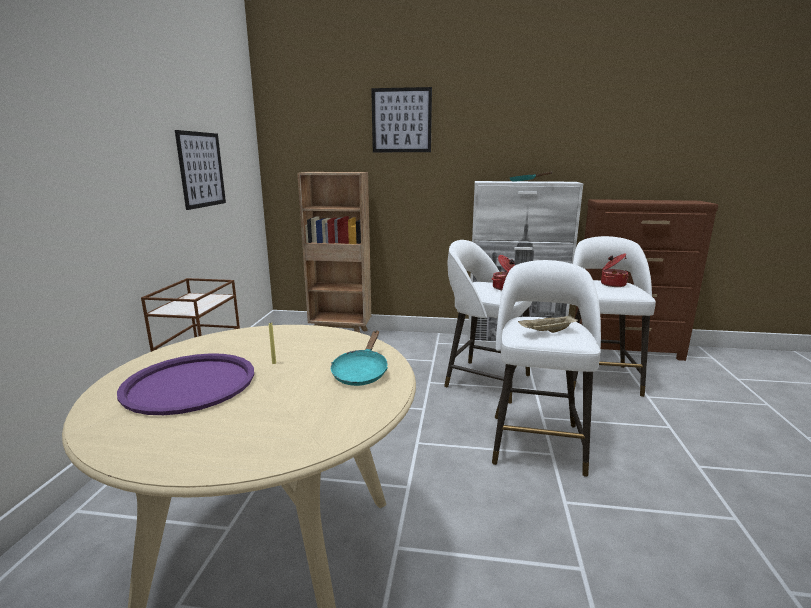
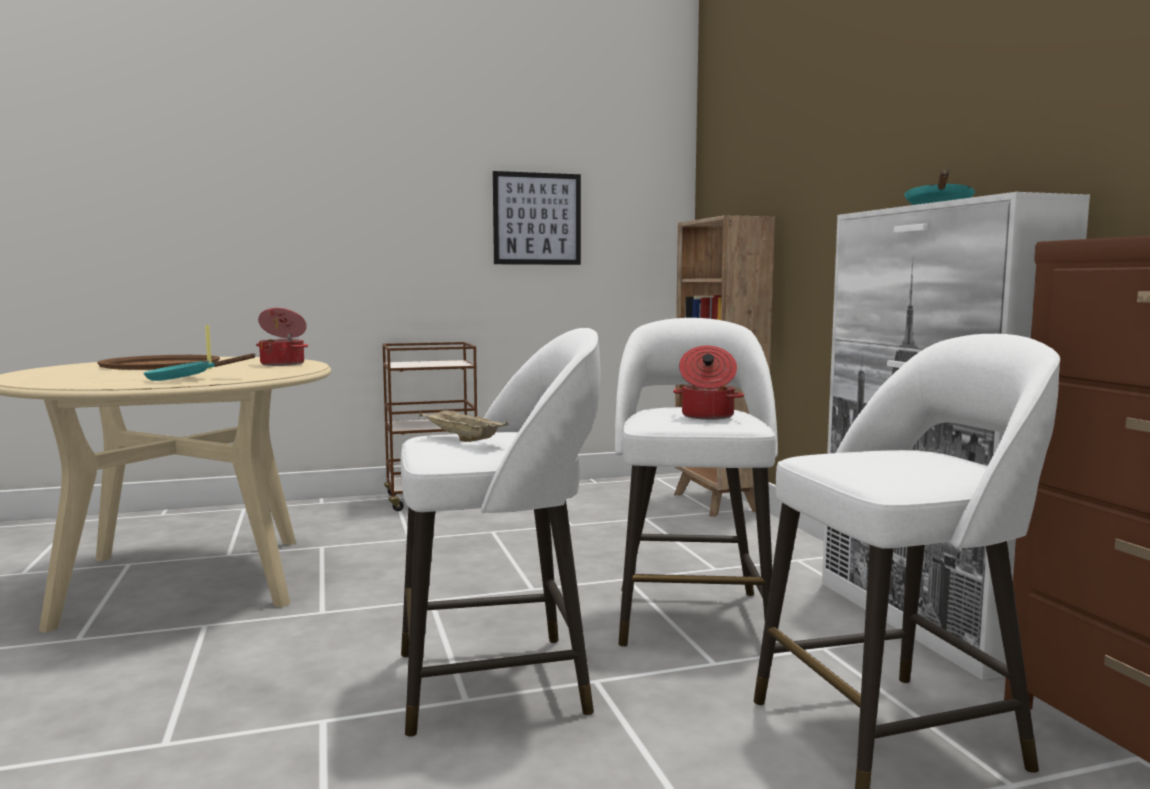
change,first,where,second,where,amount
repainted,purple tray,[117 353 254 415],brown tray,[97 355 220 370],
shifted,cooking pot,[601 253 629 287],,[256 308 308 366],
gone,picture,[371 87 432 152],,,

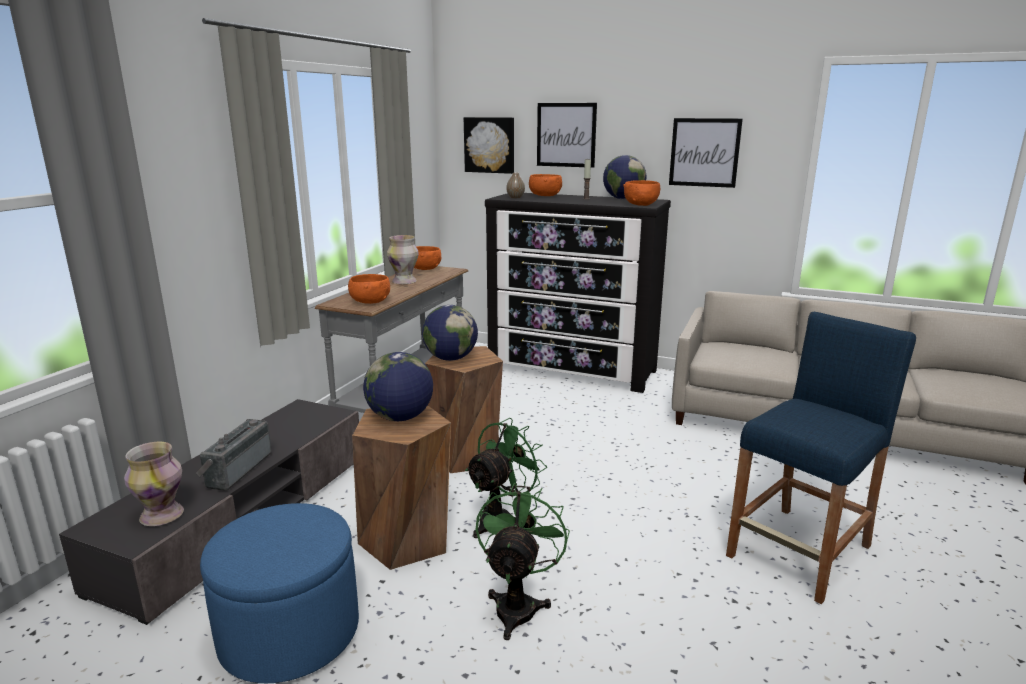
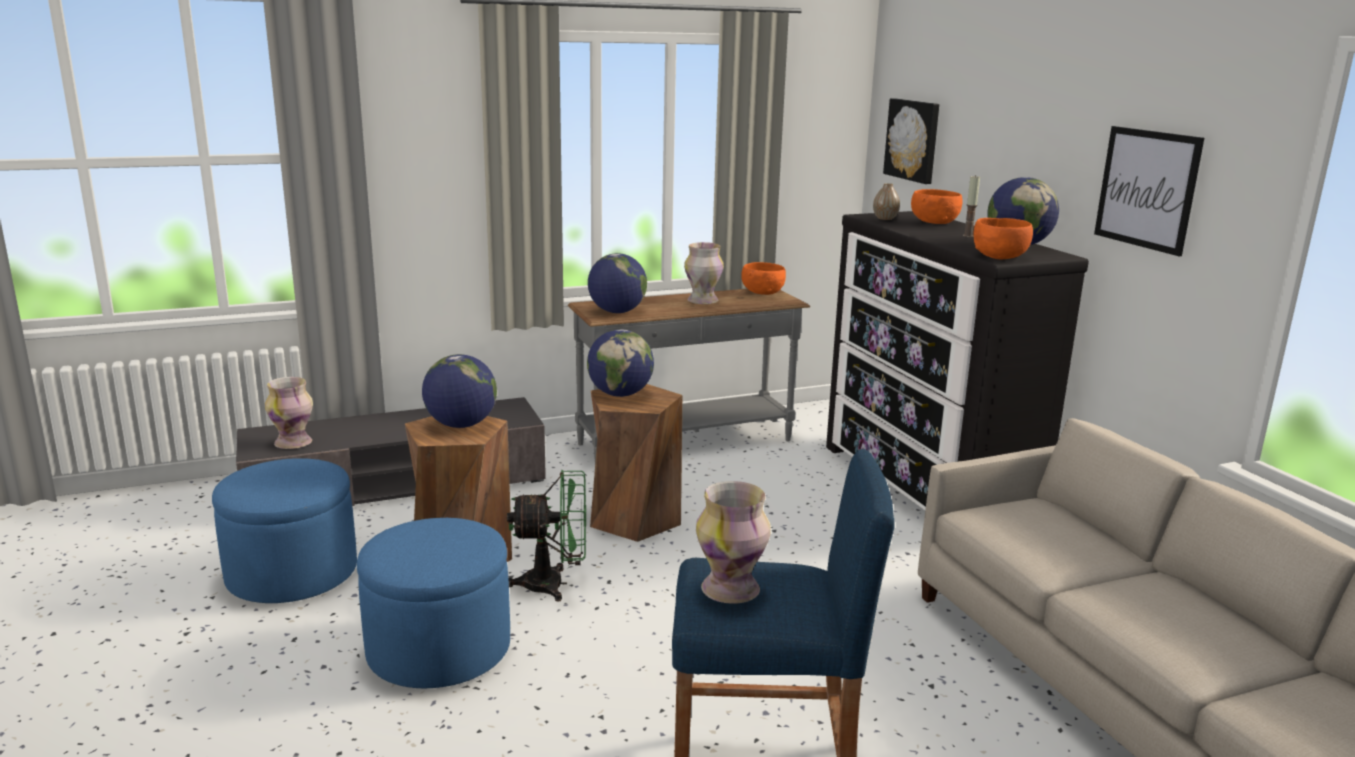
change,first,where,second,where,amount
swapped,green-coloured cooling fan,[476 482 570 640],blue pouffe,[357 518 510 688],
swapped,orangey bowl,[348 274 390 304],globe,[588 253 647 313],
new,,,flower vase,[696 481 771 604],
gone,radio,[196 419 272 491],,,
gone,picture,[537 103 597 168],,,

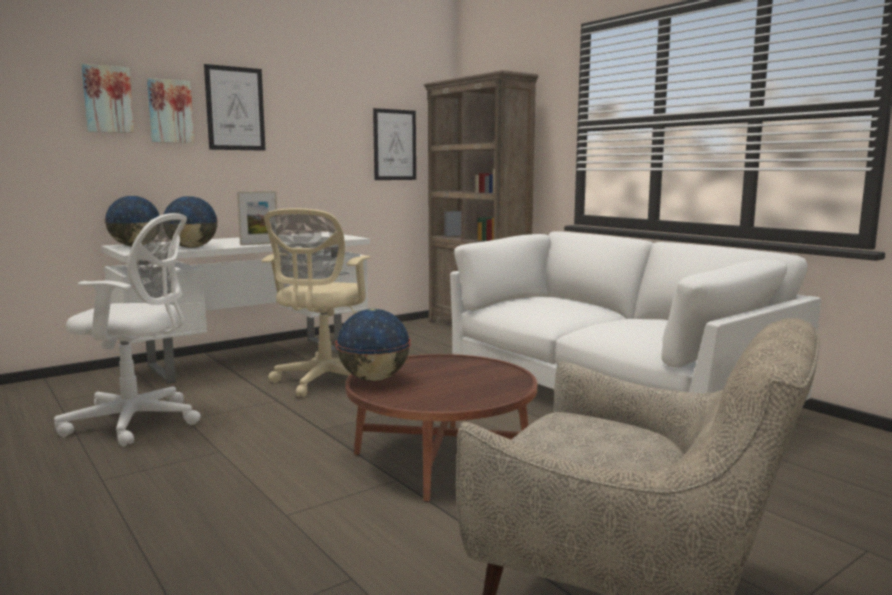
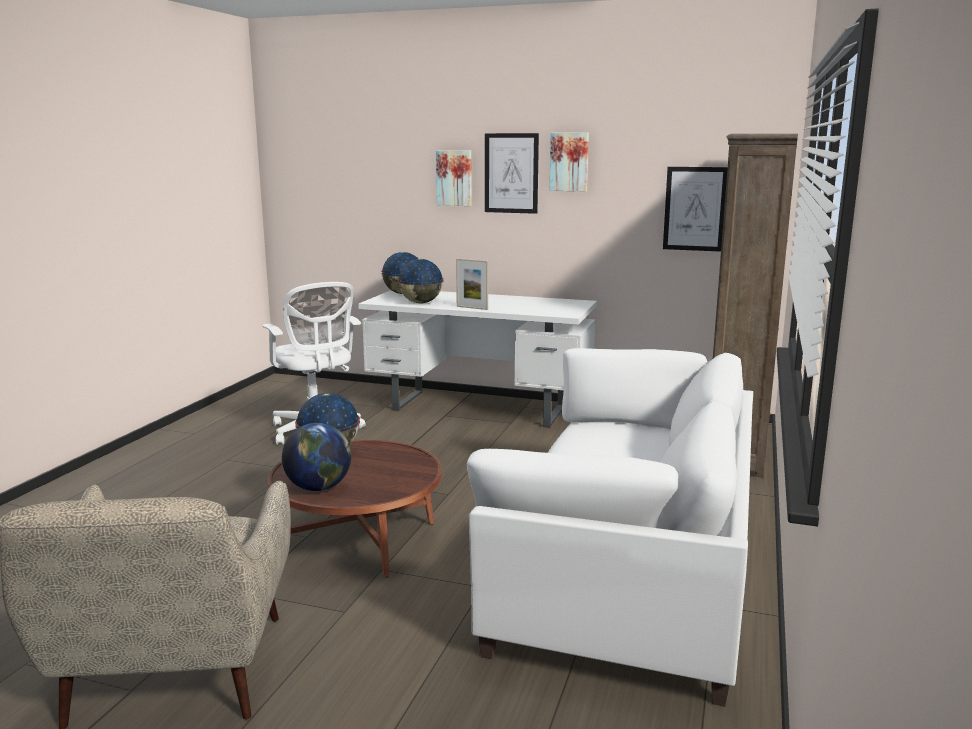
change,first,where,second,where,amount
new,,,globe,[282 423 351 491],
shifted,picture,[81 64 135 133],,[550 133 589 192],
gone,beige-coloured computer chair,[261 208 370 397],,,

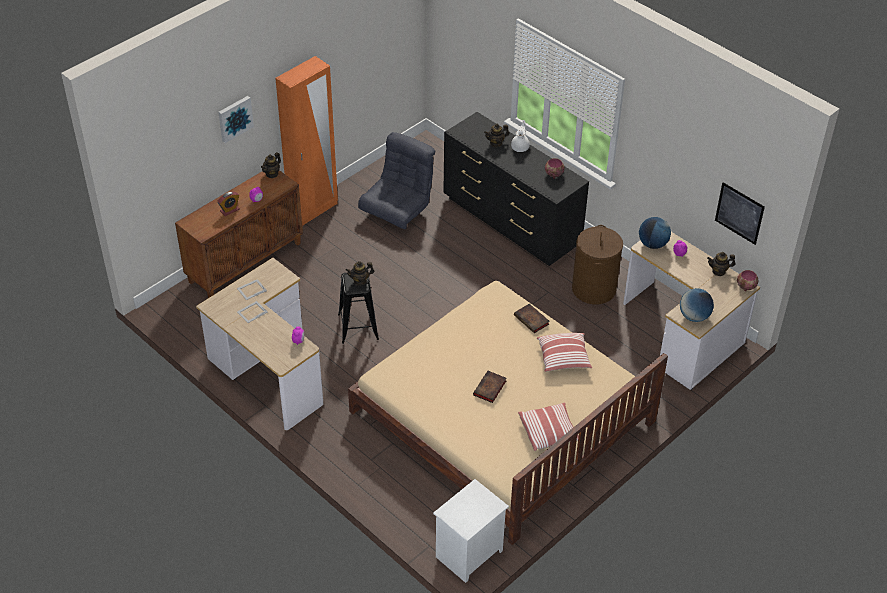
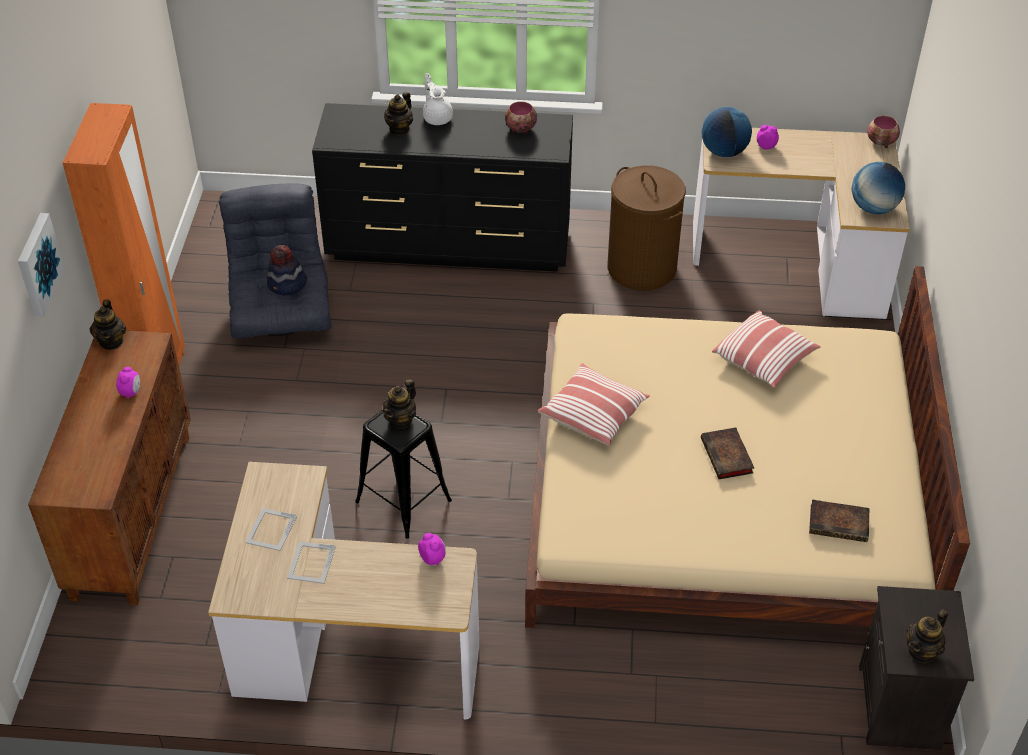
change,first,where,second,where,amount
new,,,wearable hat,[267 245 307 296],
shifted,throw pillow,[518 403 579 451],,[538 363 650 445],
shifted,volume,[514 303 550 333],,[809 500 869 542],
repainted,white-coloured bedside table,[433 479 509 583],black-coloured bedside table,[859 586 974 750],
shifted,pot for tea,[707 252 735 276],,[906 609 948 663],
gone,alarm clock,[217 192 240 216],,,
gone,picture,[715 182 765 245],,,

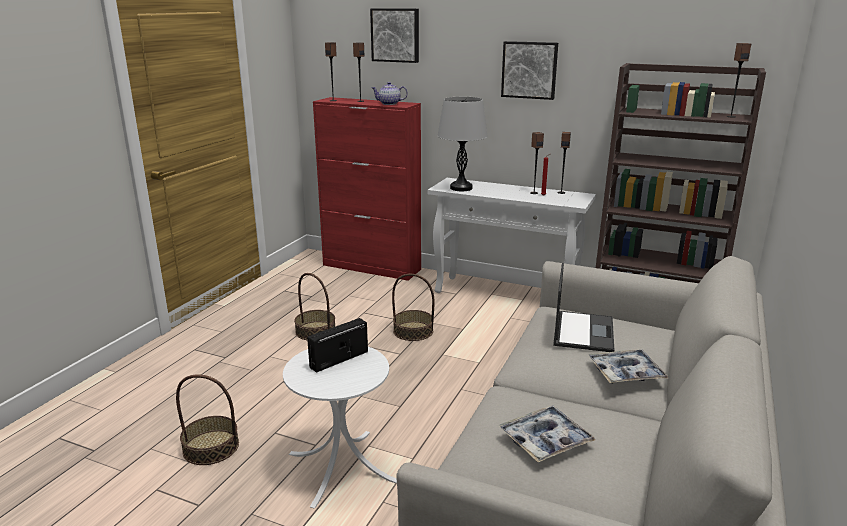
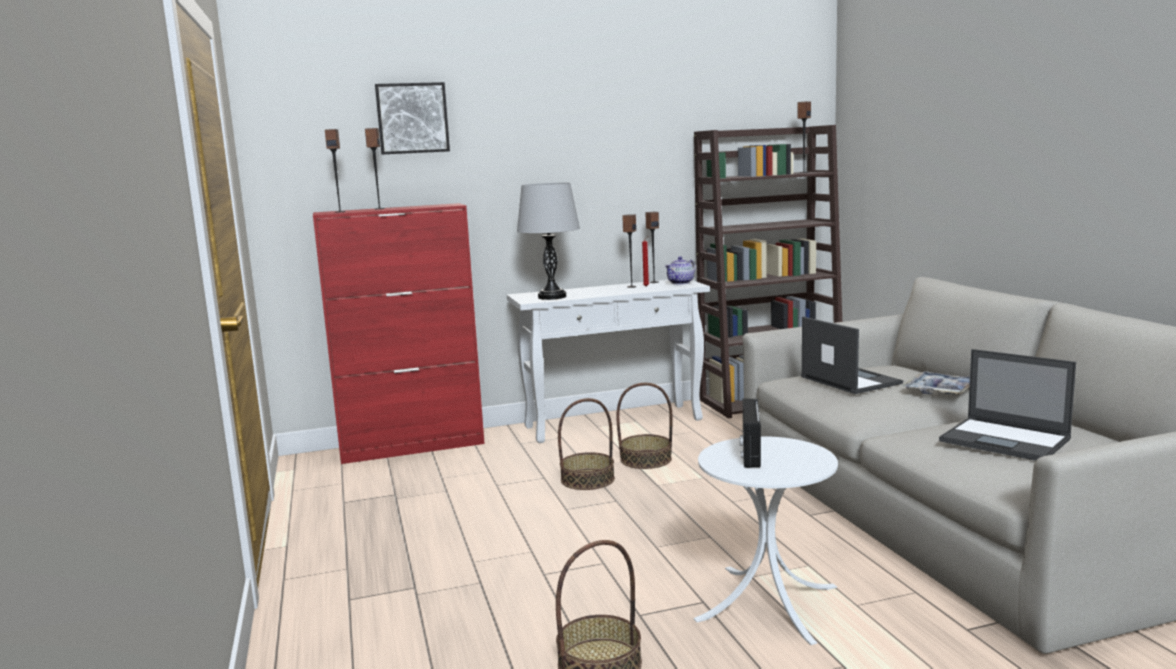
change,first,where,second,where,amount
shifted,storage basket,[294 273 335 340],,[616 383 672 469],
shifted,pot for tea,[371 82 408 105],,[665 256 695 284],
swapped,tray,[499 405 596 462],laptop,[939 349 1076 461],
gone,picture,[501 41 558 100],,,

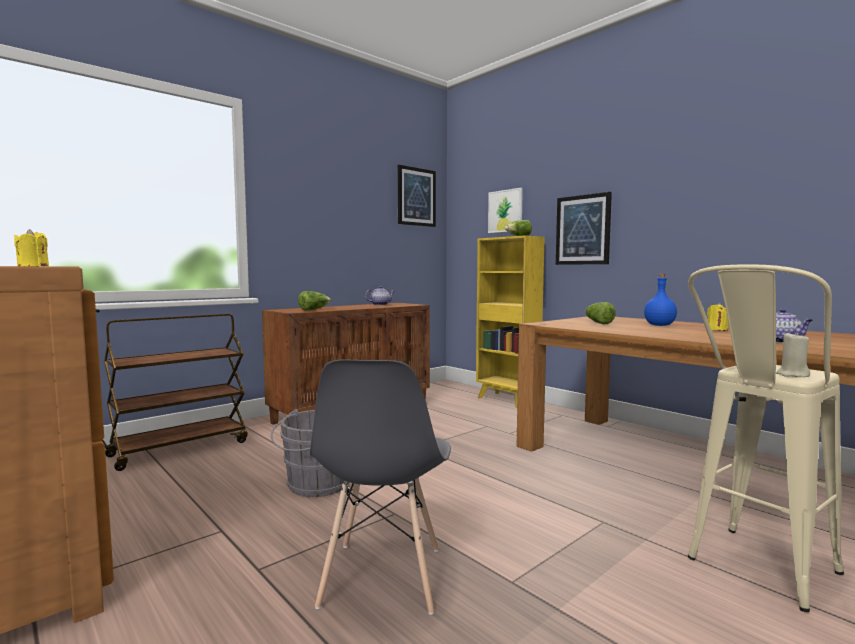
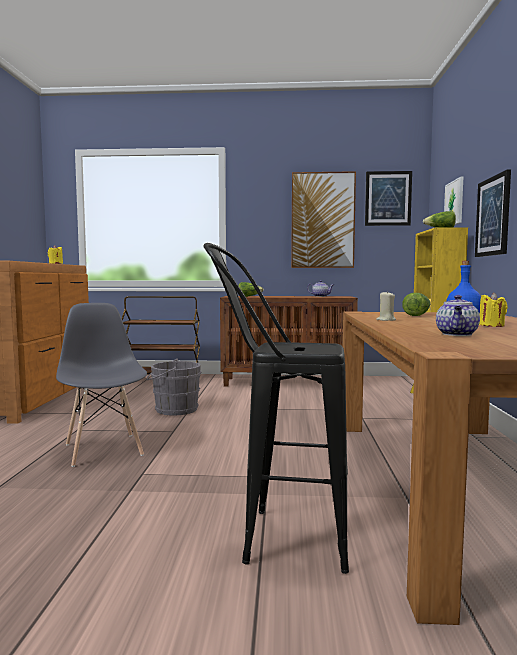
change,first,where,second,where,amount
rotated,grey upright chair,[310 360 451 615],,[56 303 147 467],105 degrees clockwise
repainted,beige-coloured sitting stool,[688 264 844 612],black-coloured sitting stool,[203 243 349 574],
new,,,picture,[291 171 356 268],
shifted,beige-coloured candle,[777 332 810 377],,[376 291 396 321],

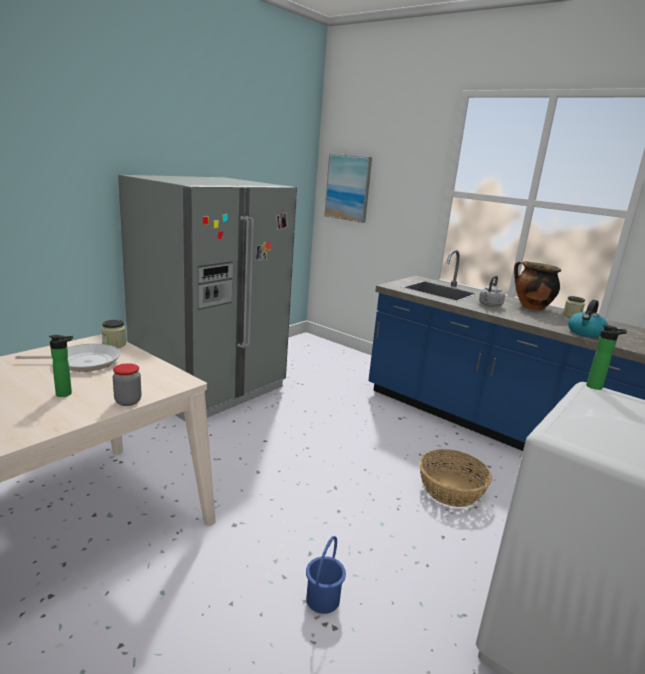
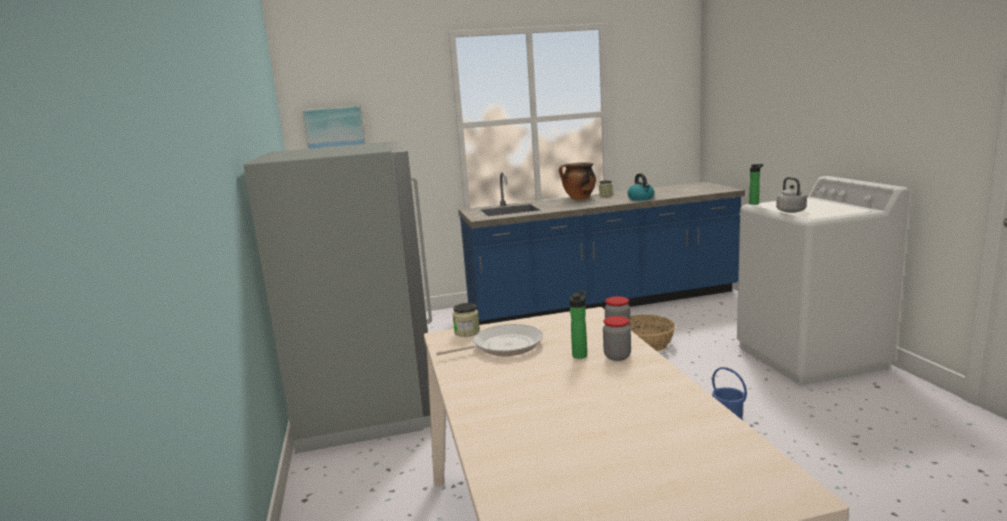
change,first,where,second,where,amount
rotated,frying pan,[15 344 121 372],,[436 324 543 356],45 degrees clockwise
new,,,jar,[603 316 631 361],
shifted,grey water kettle,[479 276 505 307],,[776 177 808 213],

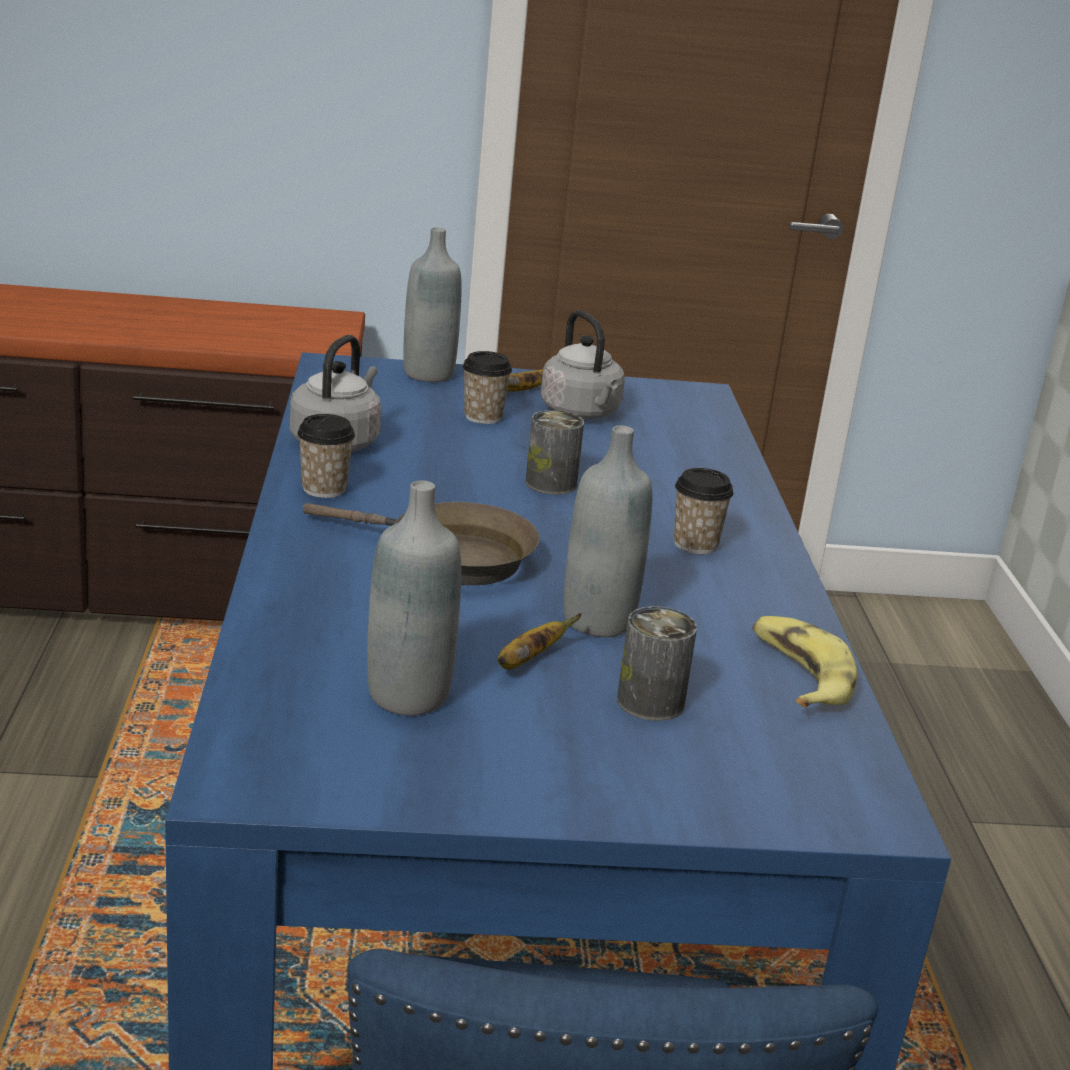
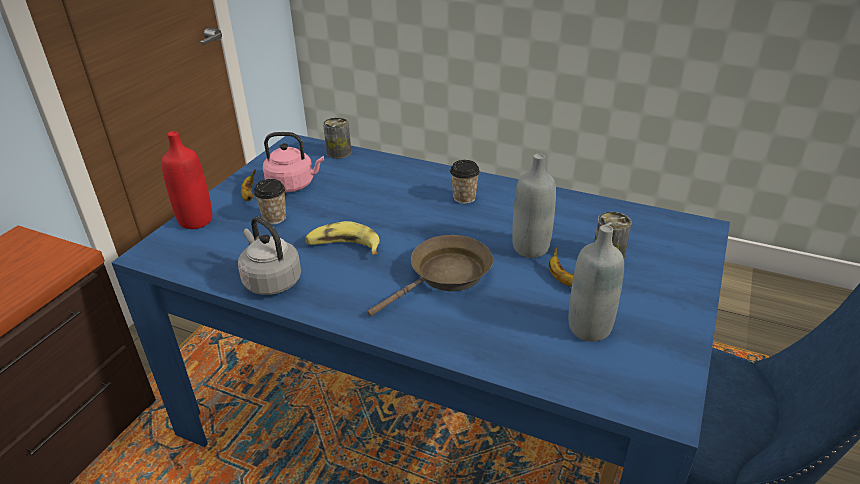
change,first,where,second,where,amount
repainted,grey drink bottle,[403 227 462 382],red drink bottle,[161 131 212 229],
repainted,grey water kettle,[541 310 625 419],pink water kettle,[263 132 324 192],
shifted,banana,[752 616 857 708],,[305 221 380 255],
shifted,can,[525 410 584 495],,[323 117 351 159],
gone,small cup,[297 414 355 498],,,

